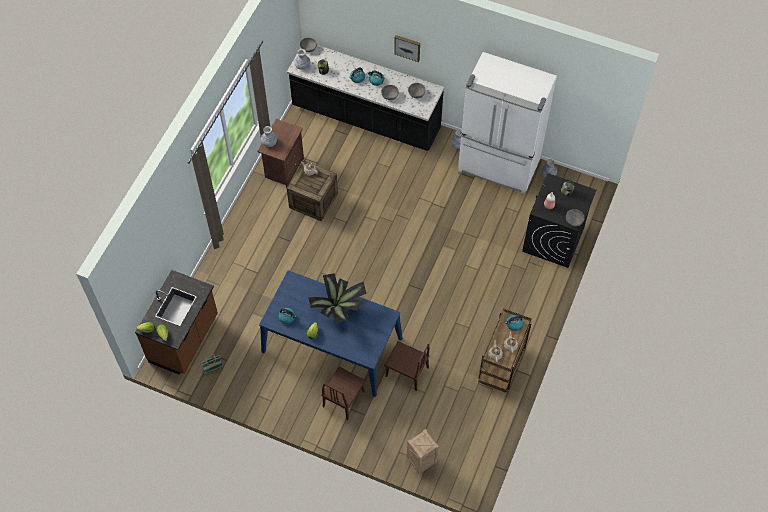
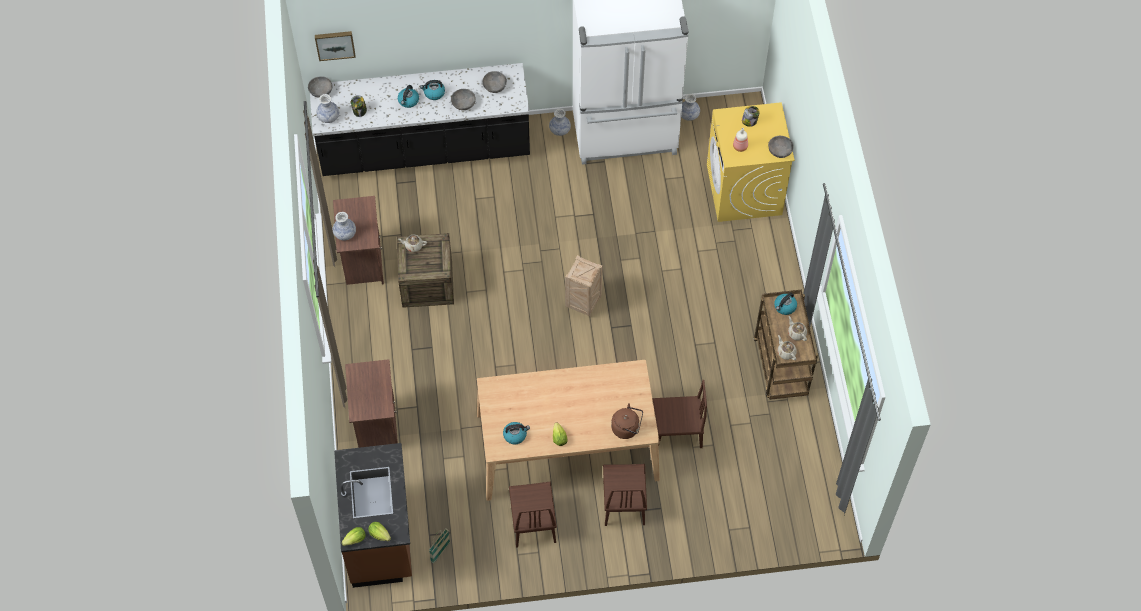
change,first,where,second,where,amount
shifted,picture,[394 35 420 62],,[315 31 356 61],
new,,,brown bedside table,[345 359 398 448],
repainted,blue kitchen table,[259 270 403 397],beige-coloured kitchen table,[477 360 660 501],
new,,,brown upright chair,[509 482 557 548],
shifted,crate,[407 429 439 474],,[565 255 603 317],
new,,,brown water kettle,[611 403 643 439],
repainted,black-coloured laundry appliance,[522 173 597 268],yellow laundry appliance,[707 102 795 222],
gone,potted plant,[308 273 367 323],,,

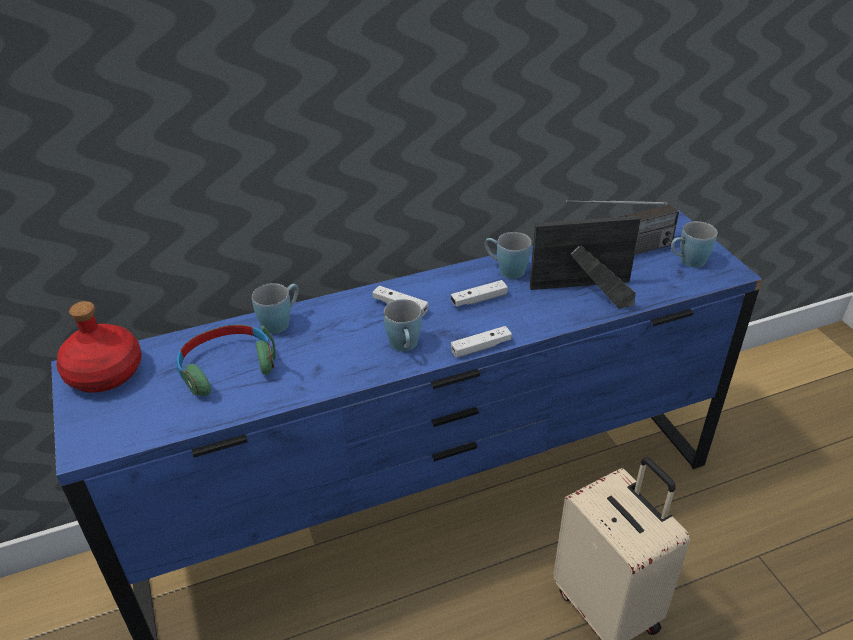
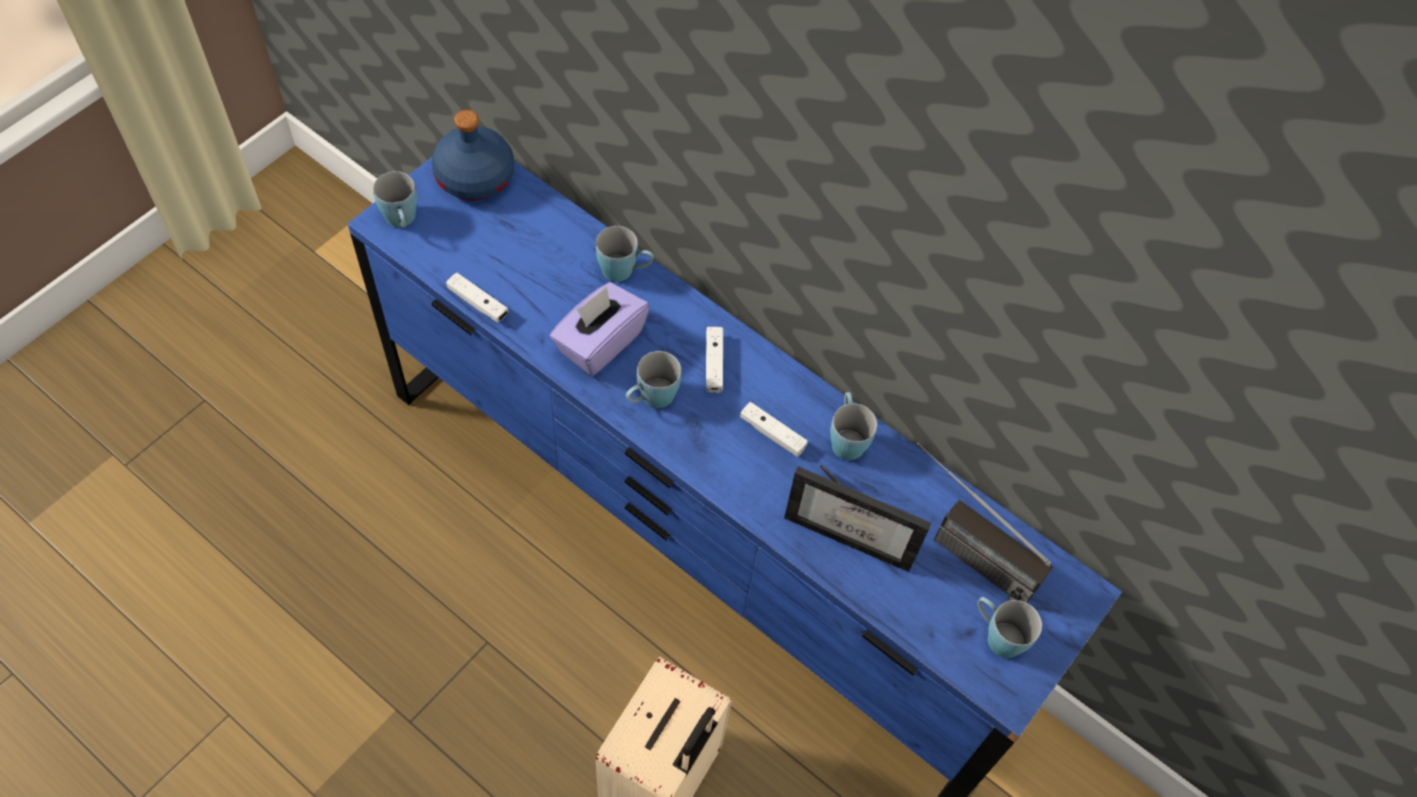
change,first,where,second,where,amount
new,,,blue coffee mug,[373 171 417 228],
repainted,red drink bottle,[56 301 142 393],blue drink bottle,[431 110 514 201],
shifted,white-coloured game controller,[451 326 512 358],,[446 273 508 322],
new,,,purple box of tissues,[550 282 650 376],
rotated,picture frame,[530 216 641 309],,[784 464 931 572],150 degrees clockwise
gone,green-coloured headset,[177 325 276 396],,,

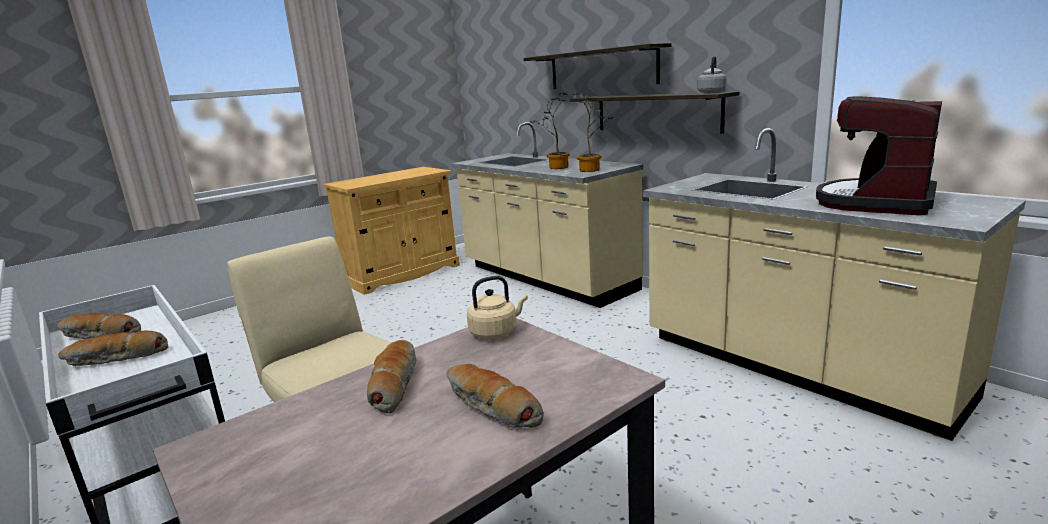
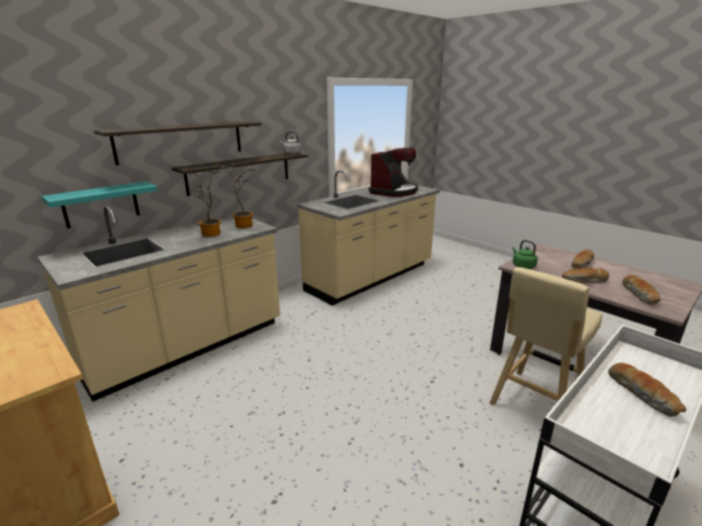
change,first,where,second,where,amount
new,,,turquoise shelf,[41 181 157 229],
rotated,coffee machine,[816 97 942 215],,[369 148 418 197],90 degrees counterclockwise
repainted,beige-coloured water kettle,[467 276 528 339],green-coloured water kettle,[512 240 538 269],
shifted,baked bread,[57 313 141 339],,[622 275 661 305],

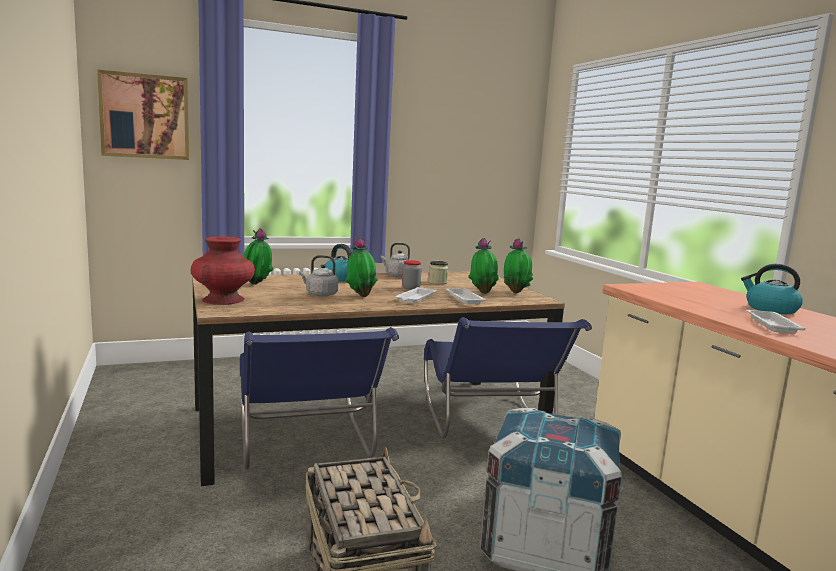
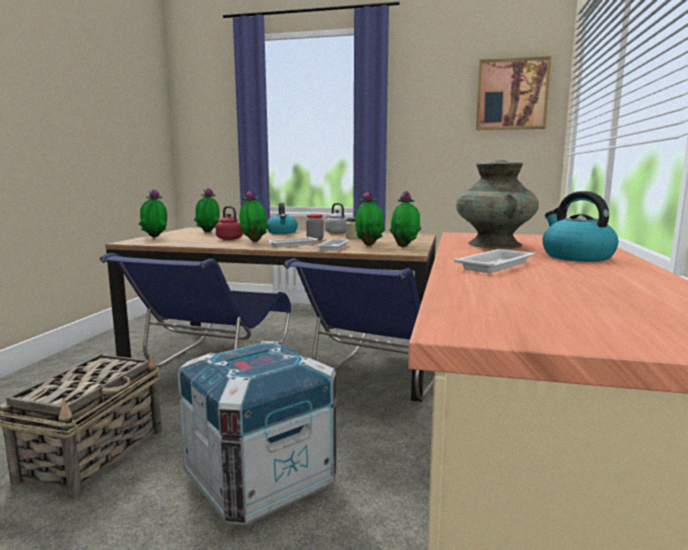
change,first,where,second,where,amount
swapped,red flower vase,[191 236 255 305],potted plant,[139 189 167 237],
repainted,grey water kettle,[299 255 339 297],red water kettle,[216 206 243 240],
new,,,turquoise flower vase,[456 159 539 249],
shifted,picture,[97 70 189 160],,[476 56 551 130],

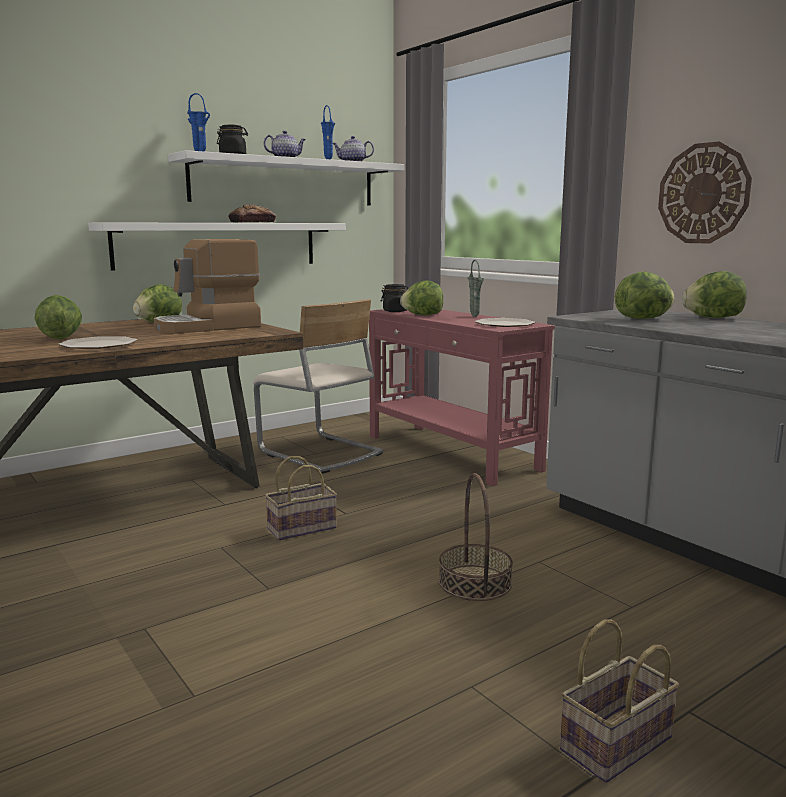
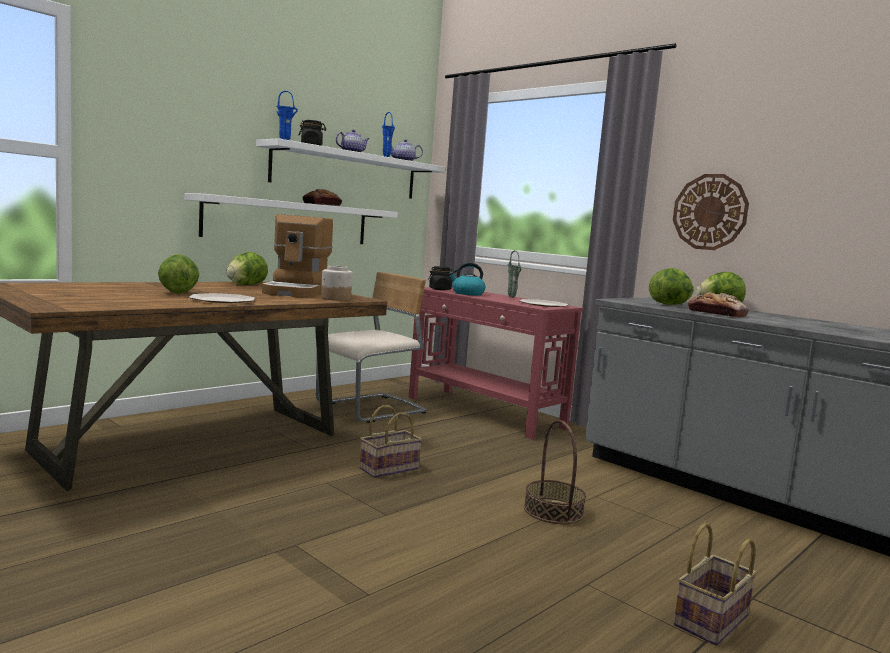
change,first,where,second,where,amount
rotated,coffee machine,[153 239 261 334],,[262 214 333 298],45 degrees counterclockwise
rotated,beige-coloured upright chair,[253 299 383 474],,[316 272 427 423],75 degrees counterclockwise
new,,,jar,[321 265 353 301],
swapped,lettuce,[400 281 443 315],water kettle,[449 263 485 296],
new,,,baked bread,[688 292 749 317],

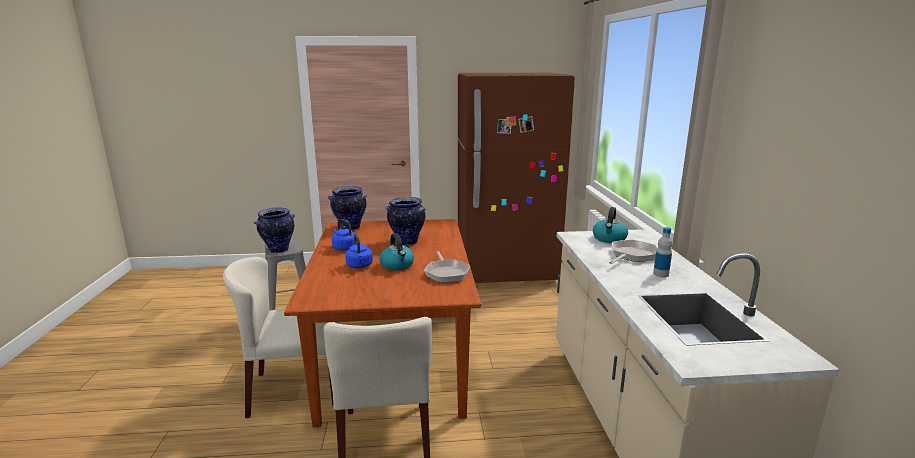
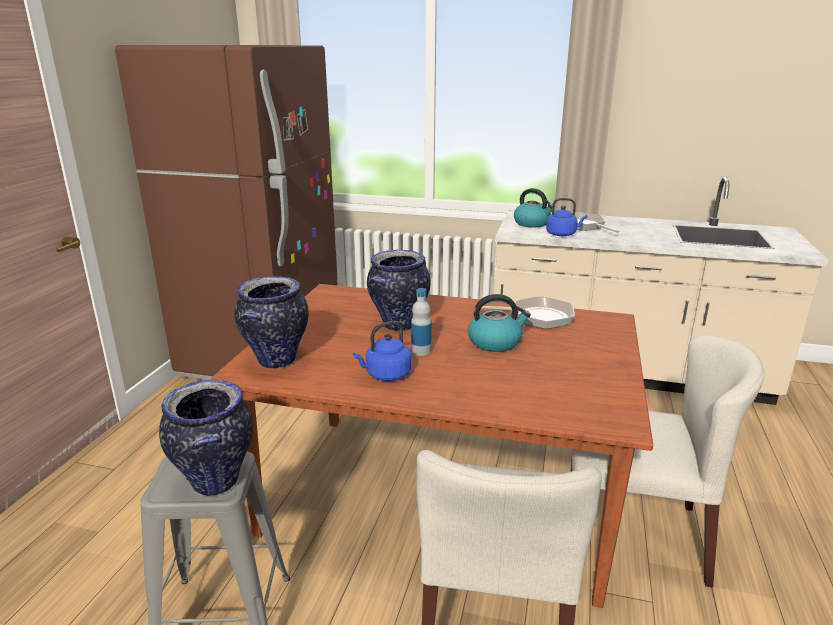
change,first,where,second,where,amount
shifted,drink bottle,[653 227 673 277],,[411 288 431 356],
shifted,blue water kettle,[345 233 373 268],,[546 198 587 236],

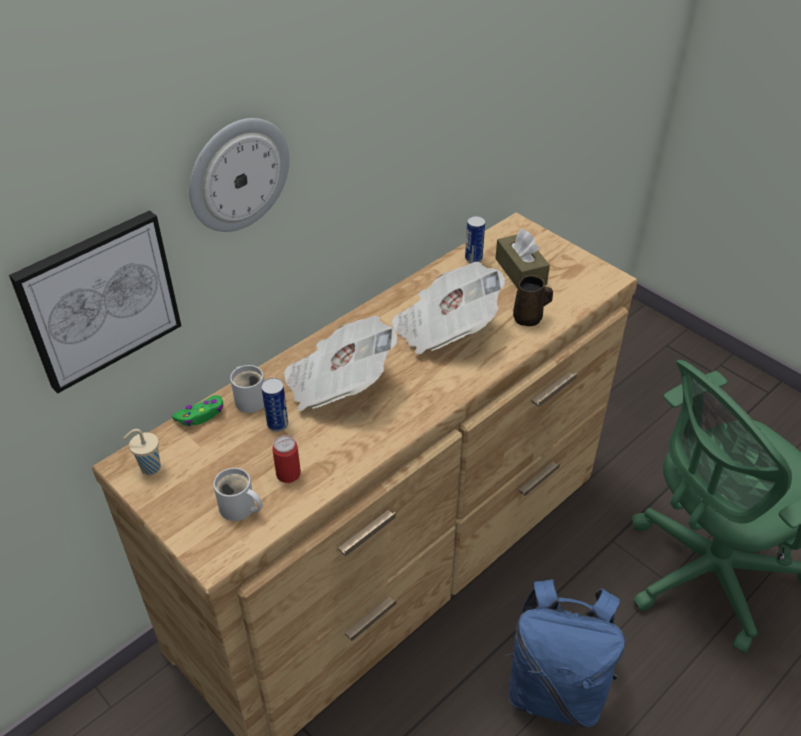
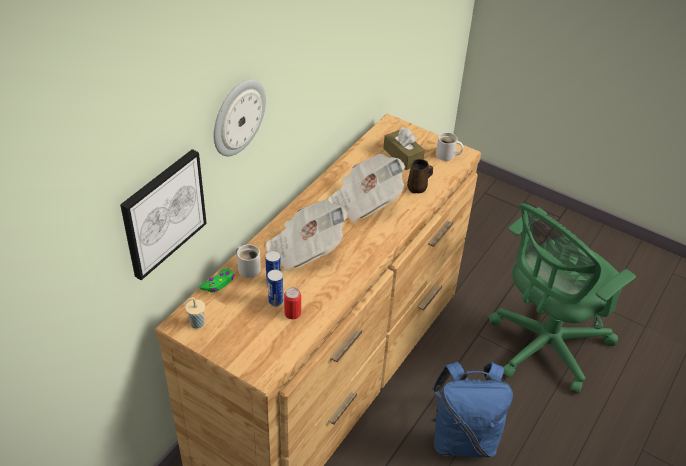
change,first,where,second,where,amount
shifted,can,[465 216 485 263],,[267 270 283 307],
shifted,white-coloured coffee mug,[213 468 262 521],,[436 132 463 161],

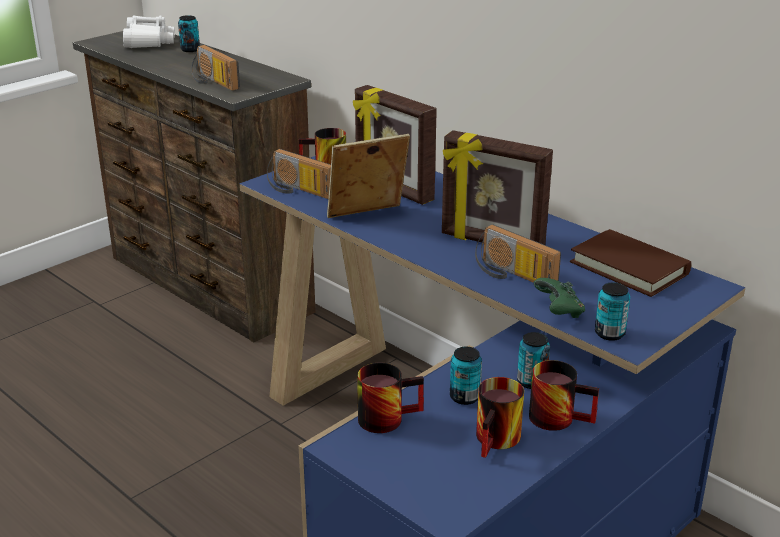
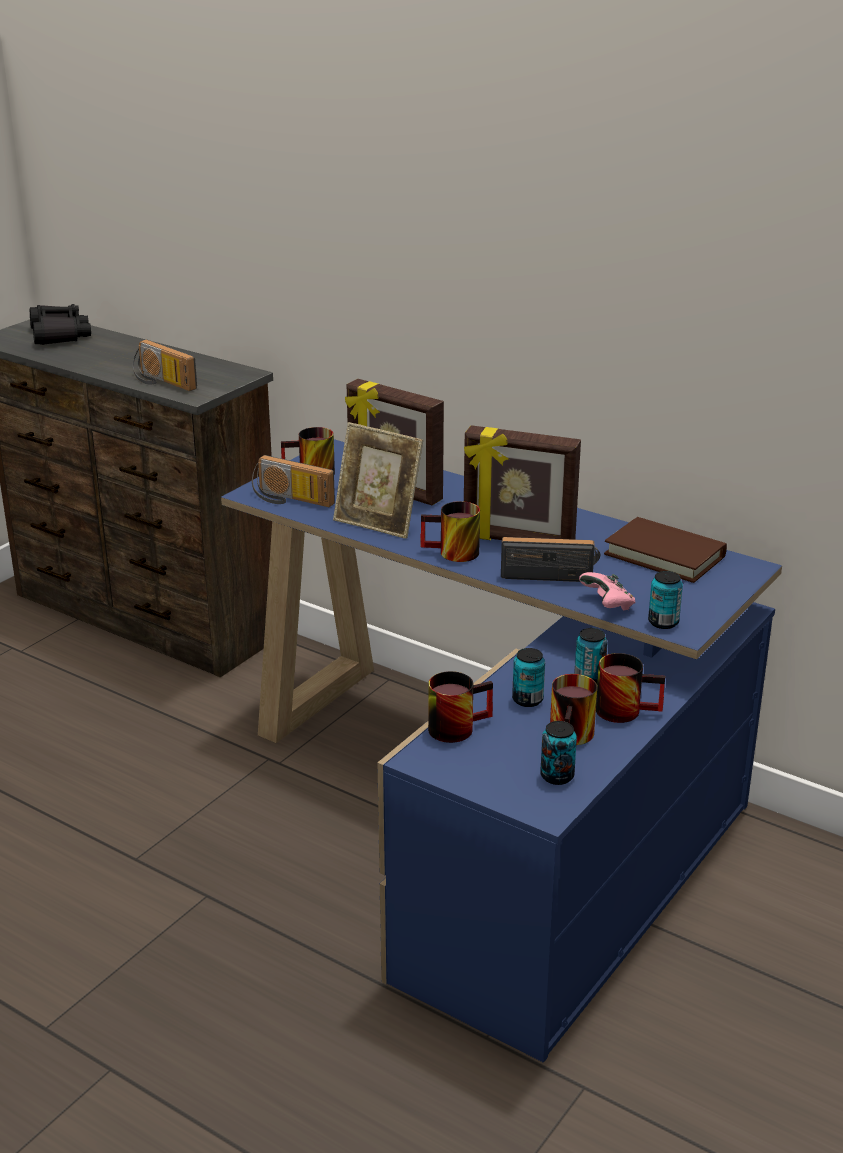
change,first,where,second,where,amount
repainted,white-coloured binoculars,[123 15 175 48],black-coloured binoculars,[30 304 91 345],
rotated,picture frame,[327 134 410 218],,[333 422 423 539],120 degrees counterclockwise
new,,,coffee mug,[421 501 480 562],
rotated,radio,[475 224 561 283],,[501 537 600 582],150 degrees clockwise
shifted,can,[178 15 200 52],,[540 721 577 785],
repainted,green-coloured game controller,[534 278 585 318],pink game controller,[579 572 635 610],

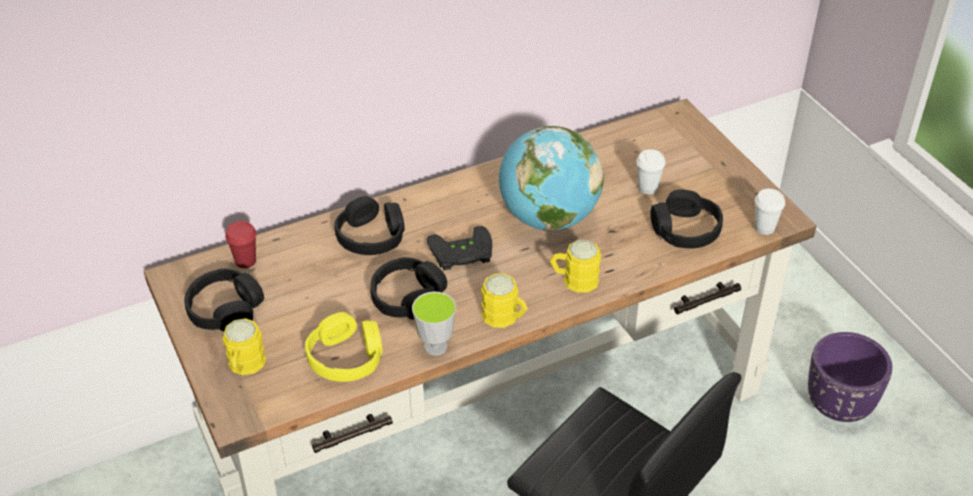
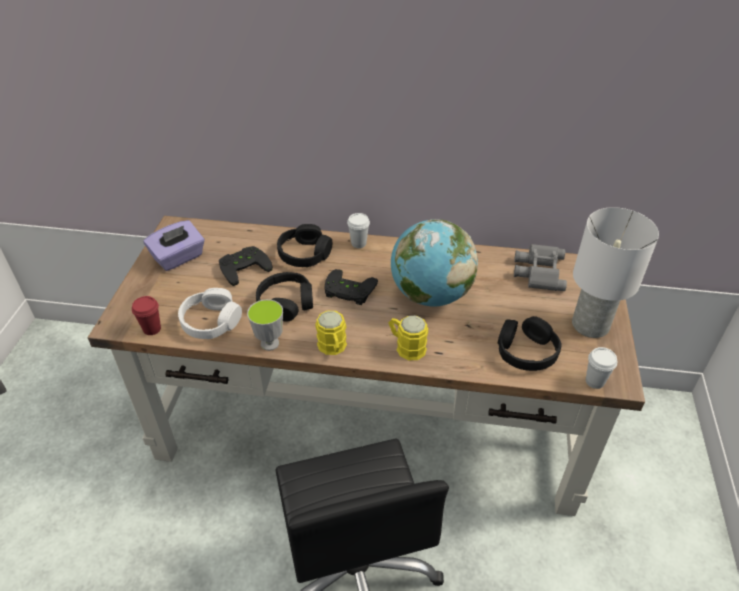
change,first,where,second,where,amount
shifted,red small cup,[225 221 257 268],,[132 296 161 335],
swapped,black-coloured headset,[184 268 264 331],purple box of tissues,[143 220 205 271],
repainted,yellow headset,[305 312 383 382],white-coloured headset,[178 288 242 339],
new,,,black-coloured game controller,[219 246 273 286],
shifted,white-coloured small cup,[637 149 666 194],,[347 213 370 248],
new,,,grey binoculars,[514 244 567 291],
new,,,white-coloured table lamp,[572 207 659 338],
gone,yellow coffee mug,[223 318 266 375],,,
gone,purple plant pot,[808 332 892 422],,,

